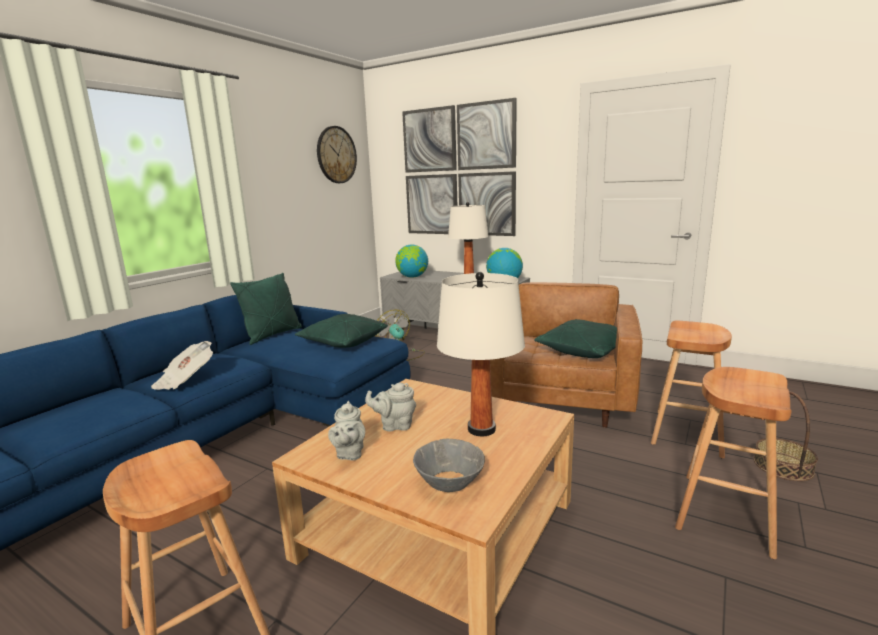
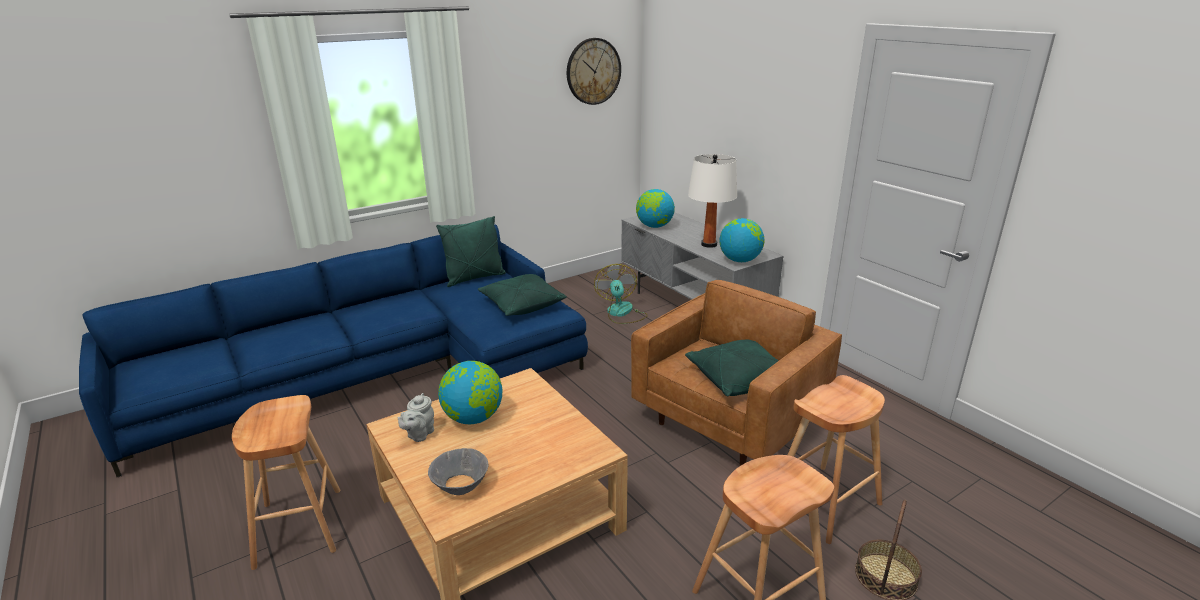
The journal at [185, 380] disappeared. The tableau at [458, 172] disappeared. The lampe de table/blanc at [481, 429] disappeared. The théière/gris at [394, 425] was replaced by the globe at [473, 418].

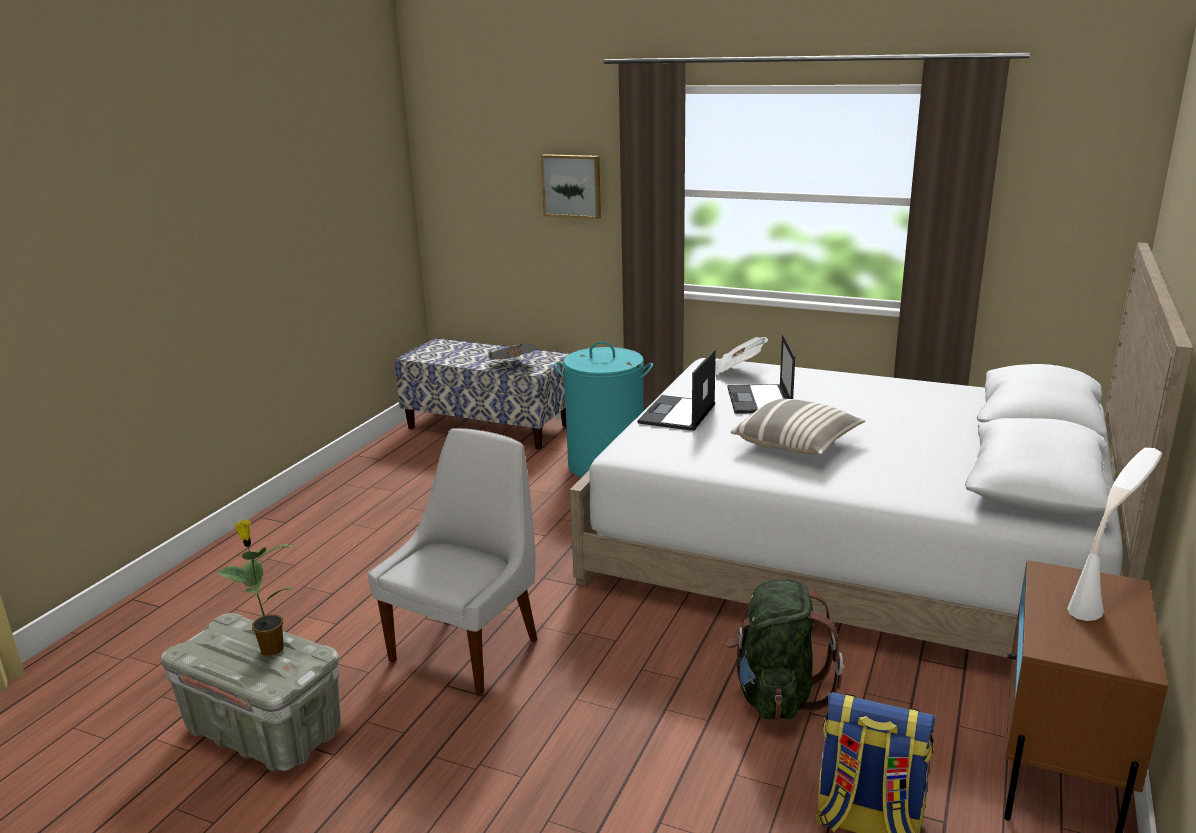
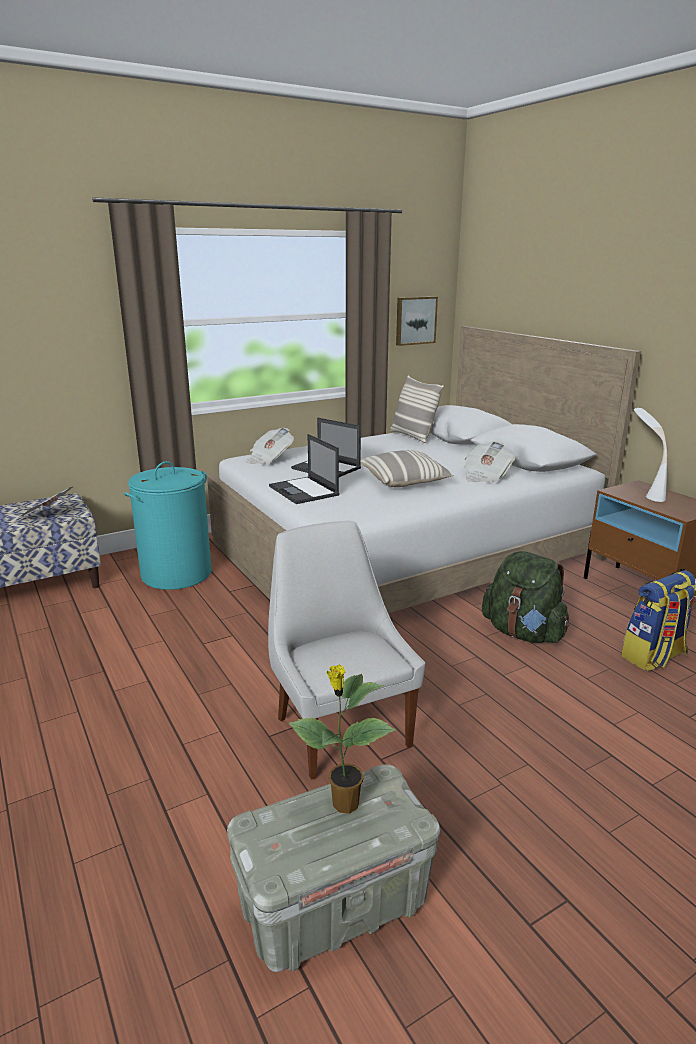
The coussin at [413, 436] appeared. The journal at [485, 476] appeared. The tableau moved from [572, 186] to [415, 320].

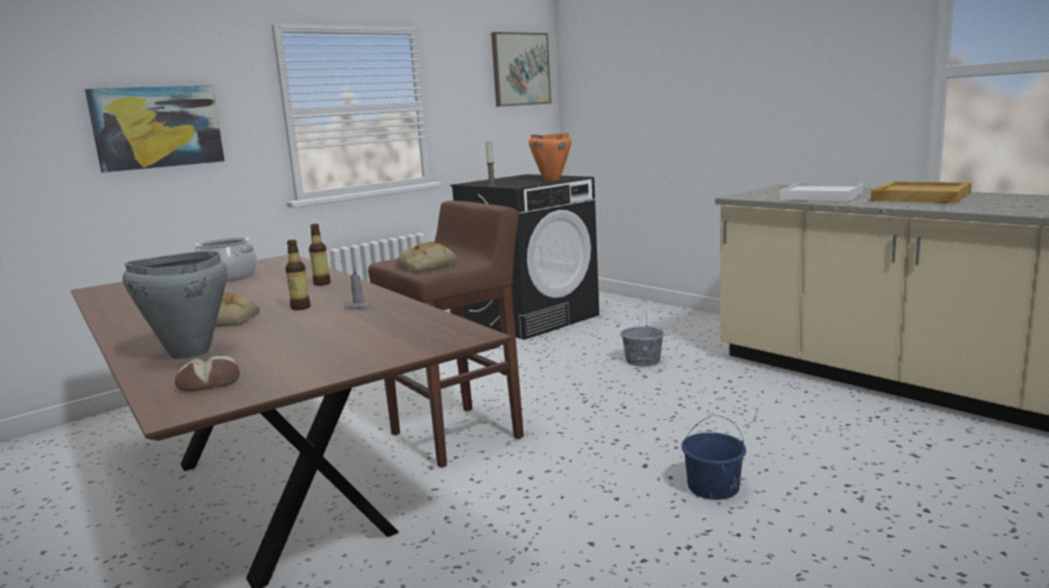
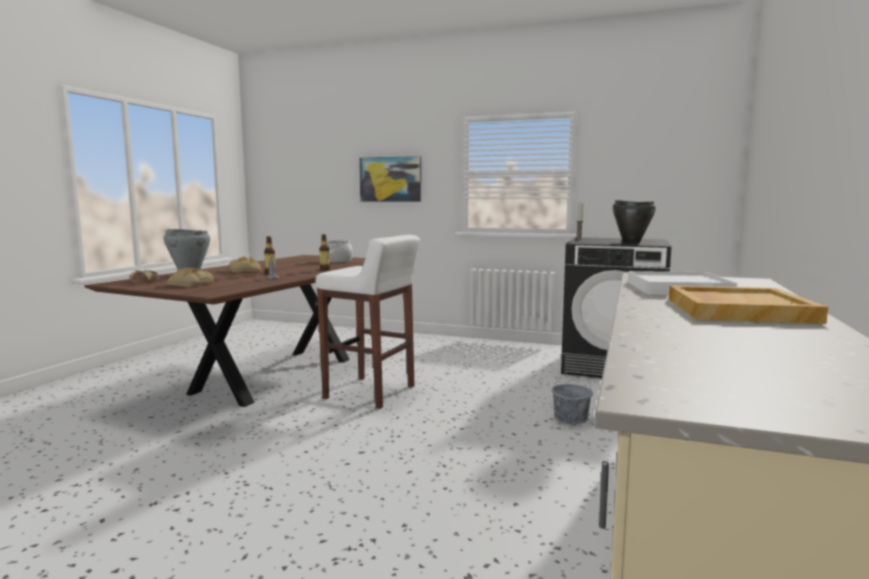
The tableau at [520, 69] disappeared. The seau/bleu at [713, 487] disappeared. The pain moved from [426, 266] to [189, 284]. The tabouret/marron at [458, 435] became the tabouret/blanc at [371, 393]. The marmite/orange at [551, 179] became the marmite/noir at [631, 243].

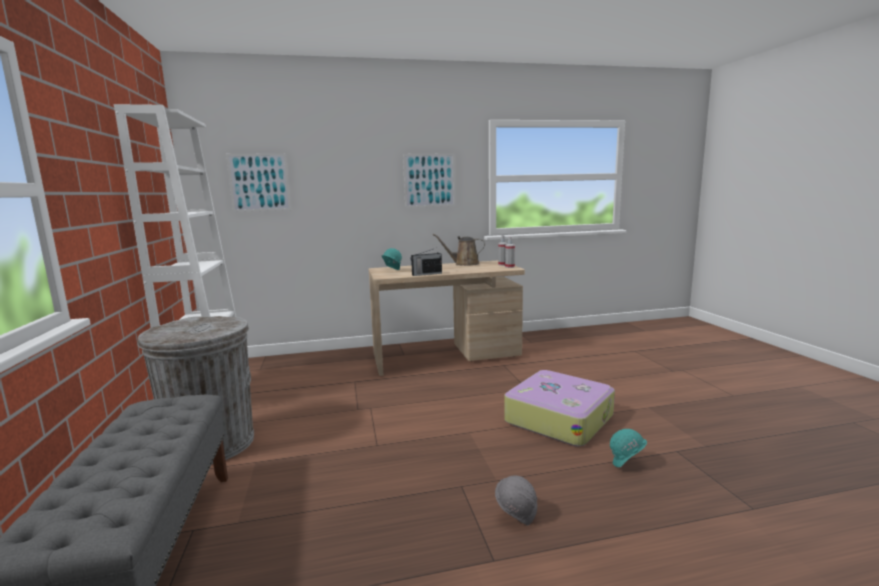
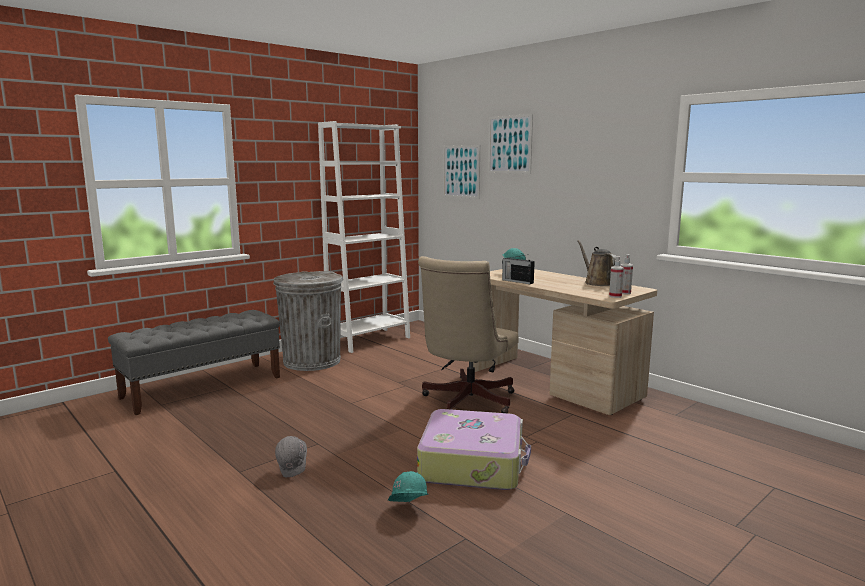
The chaise de bureau/beige at [466, 402] appeared. The tableau moved from [429, 180] to [509, 144].

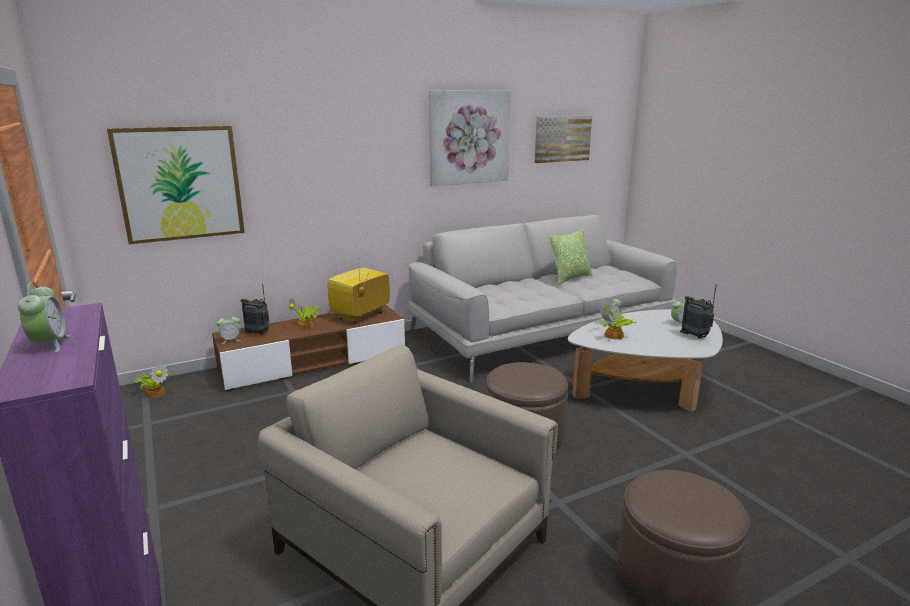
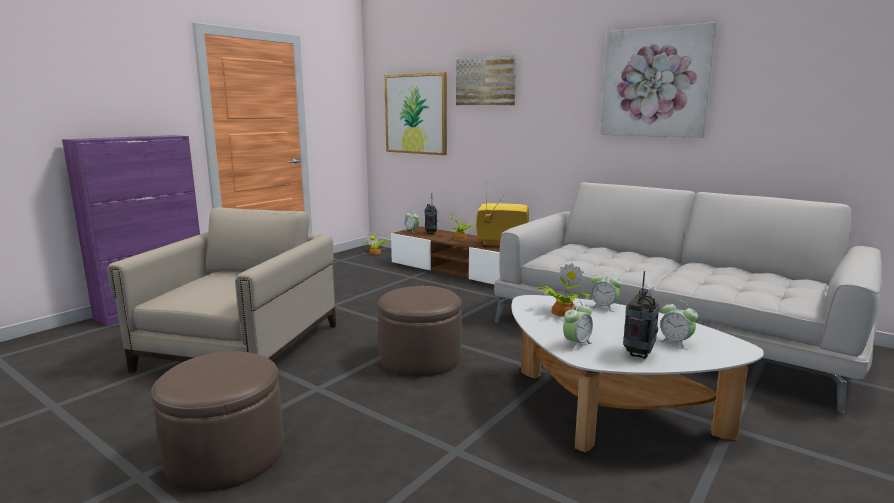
The coussin at [570, 278] disappeared. The réveil moved from [50, 345] to [577, 344]. The tableau moved from [562, 138] to [486, 81].

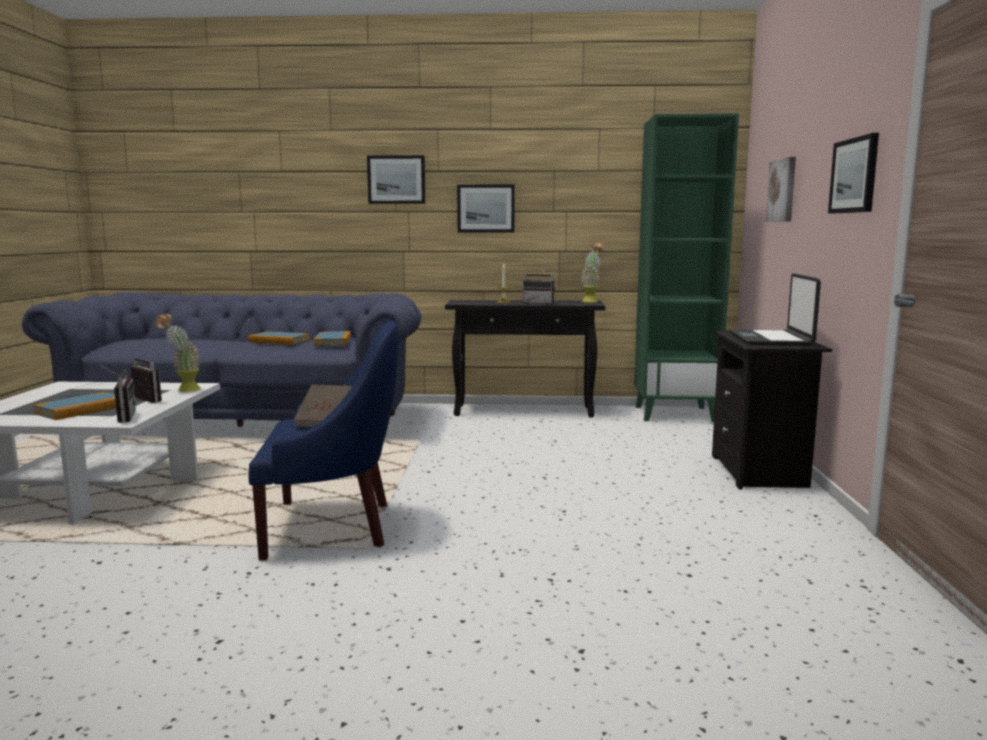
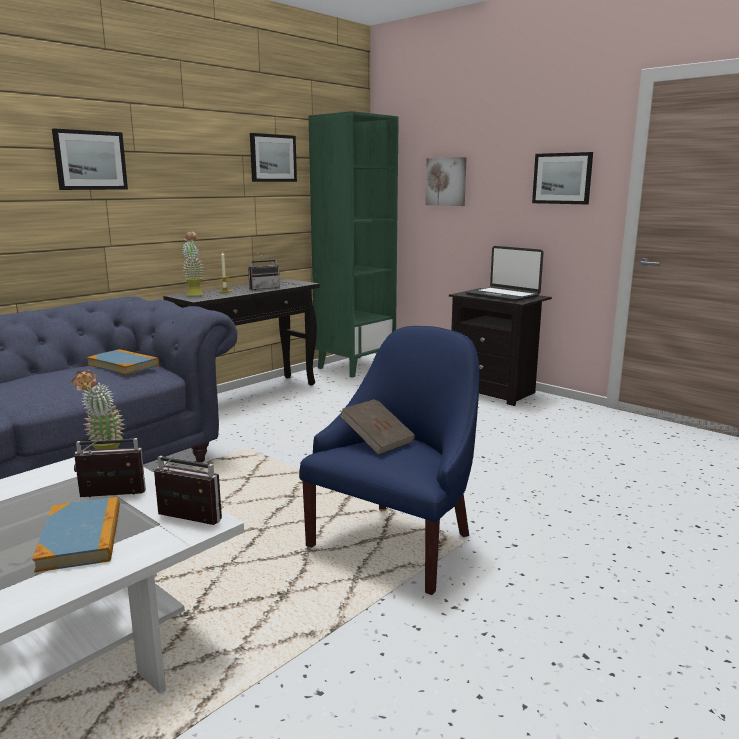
The livre at [279, 341] disappeared. The tableau moved from [486, 208] to [272, 158]. The plante en pot moved from [591, 301] to [194, 293].

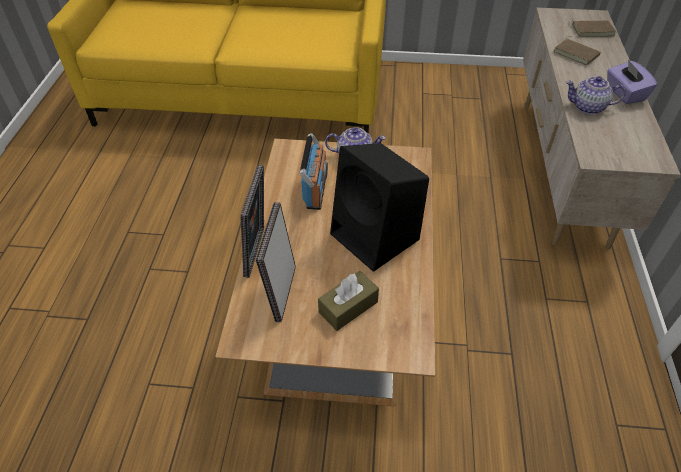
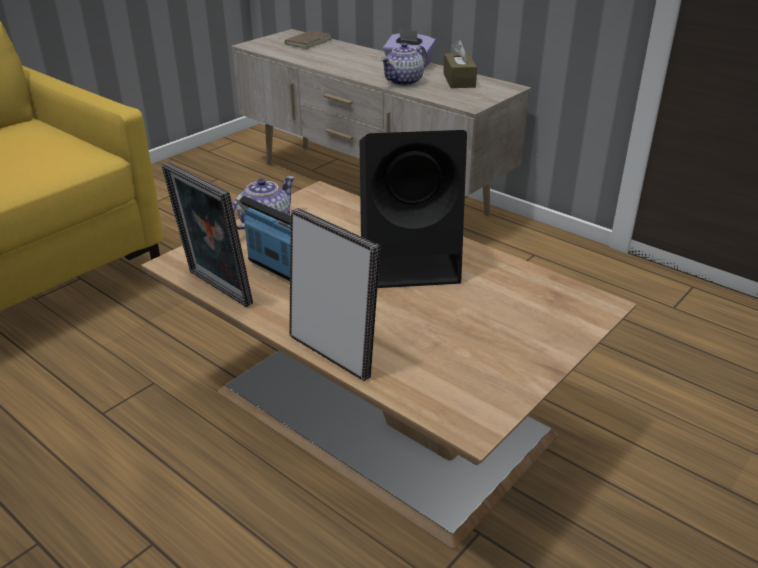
The livre/marron at [576, 53] disappeared. The cadre photo moved from [281, 292] to [215, 290]. The boîte à mouchoirs/marron moved from [348, 307] to [459, 80].

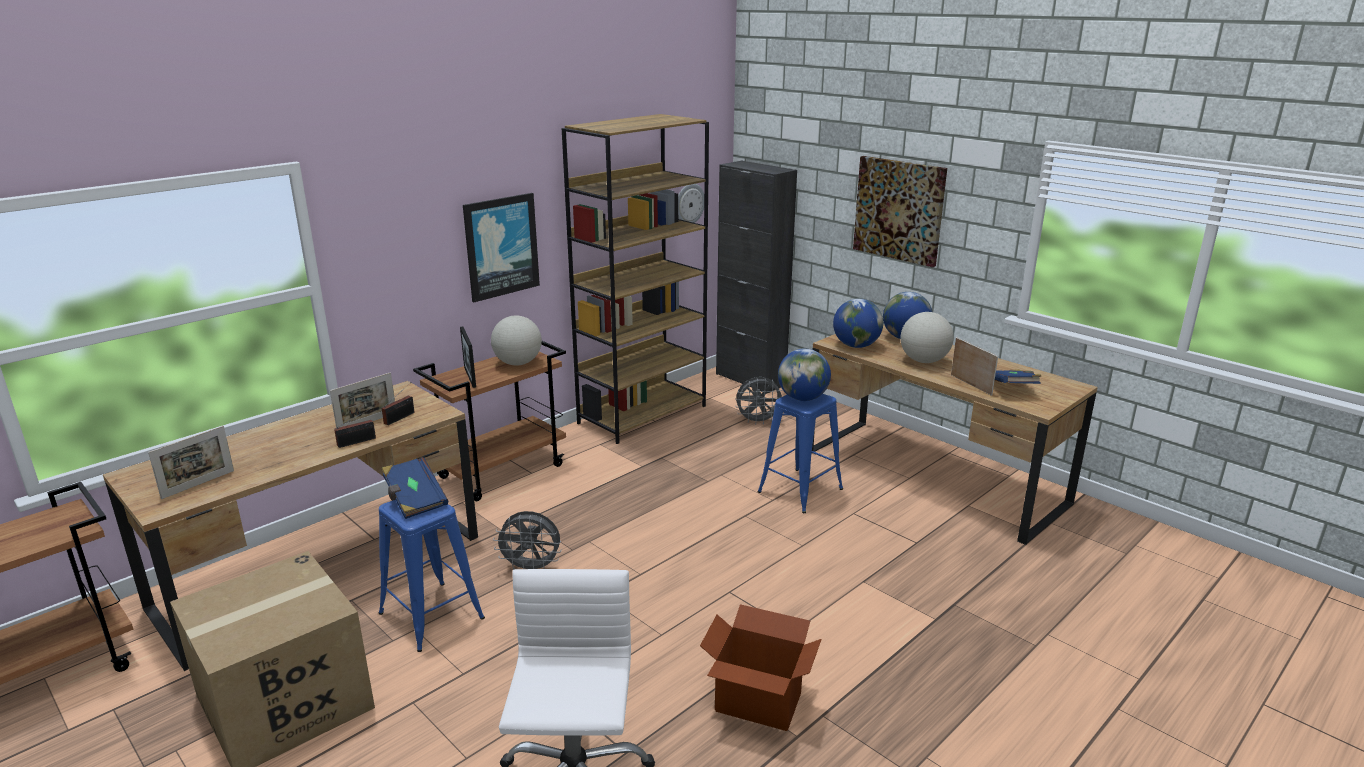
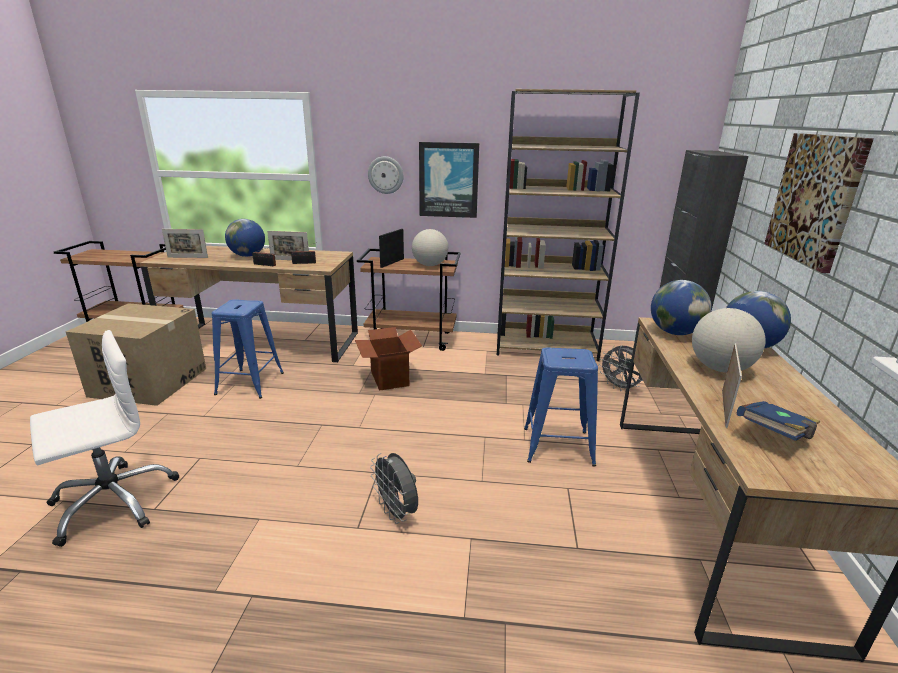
The livre/bleu at [414, 500] disappeared. The ventilateur/gris moved from [531, 568] to [397, 513]. The horloge murale moved from [689, 204] to [385, 175]. The carton moved from [758, 703] to [389, 378]. The globe moved from [802, 398] to [248, 256].

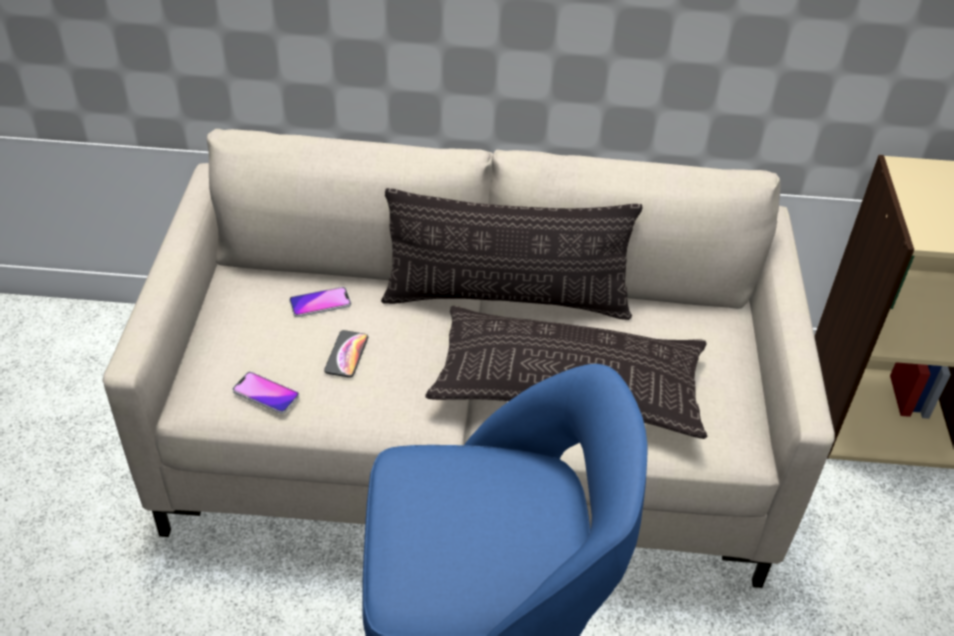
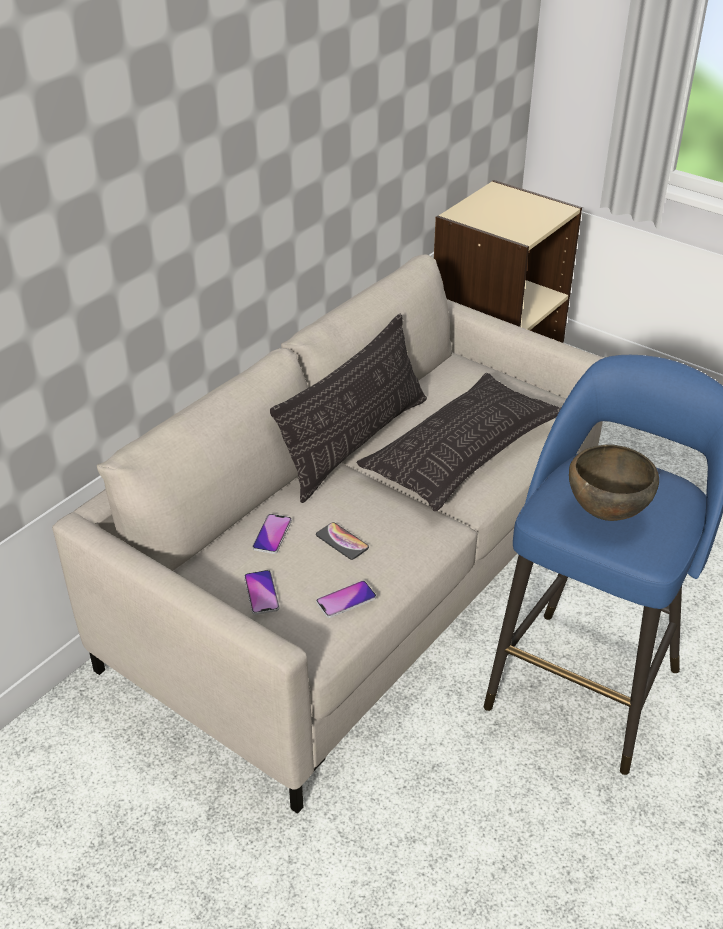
The téléphone at [261, 593] appeared. The bol/marron at [605, 513] appeared.

